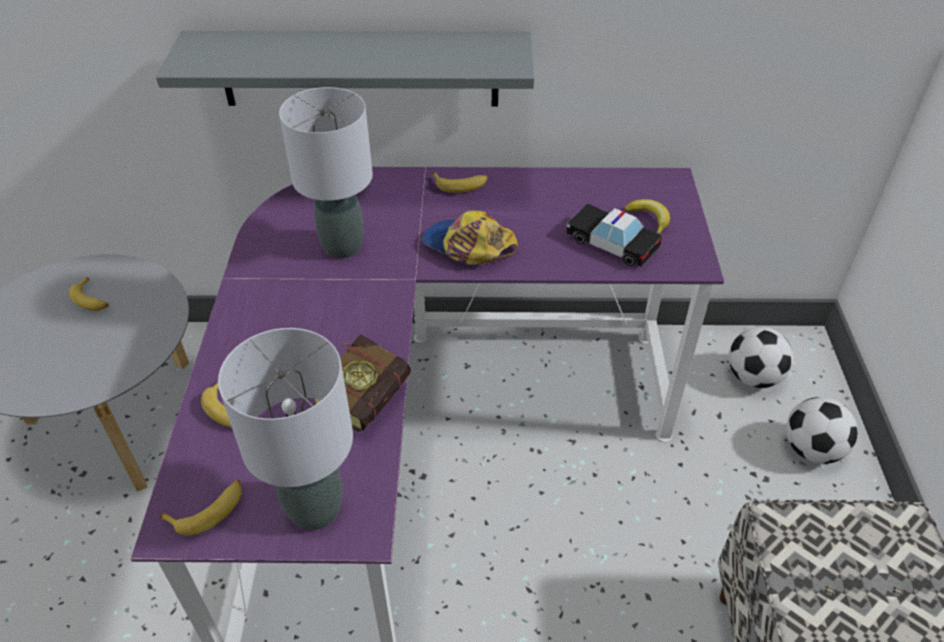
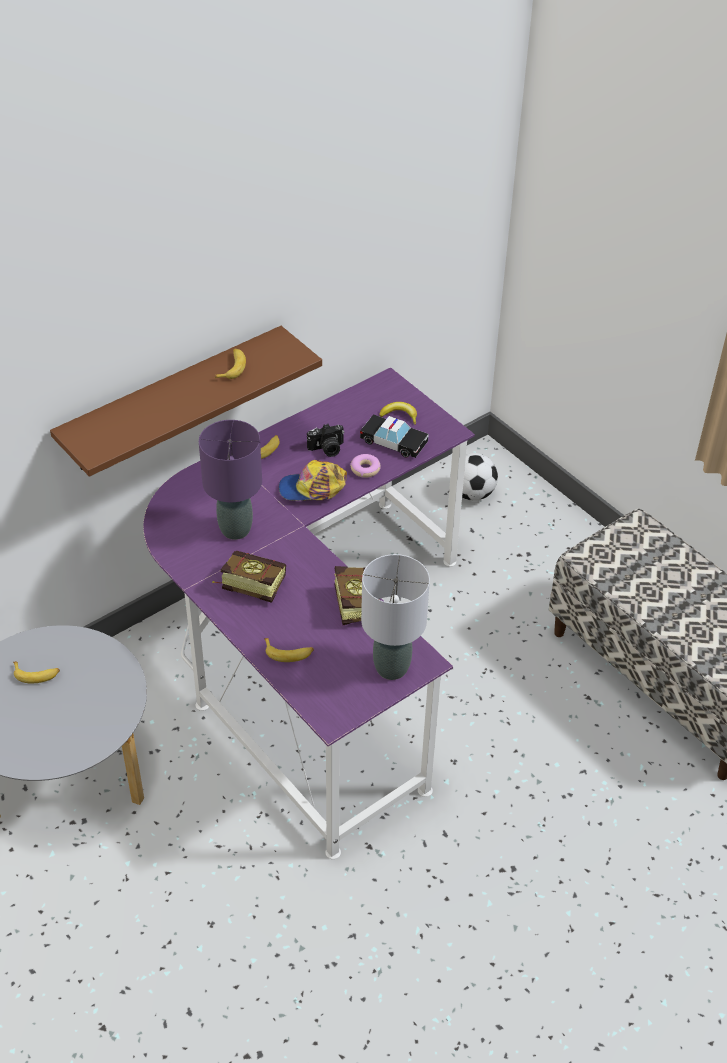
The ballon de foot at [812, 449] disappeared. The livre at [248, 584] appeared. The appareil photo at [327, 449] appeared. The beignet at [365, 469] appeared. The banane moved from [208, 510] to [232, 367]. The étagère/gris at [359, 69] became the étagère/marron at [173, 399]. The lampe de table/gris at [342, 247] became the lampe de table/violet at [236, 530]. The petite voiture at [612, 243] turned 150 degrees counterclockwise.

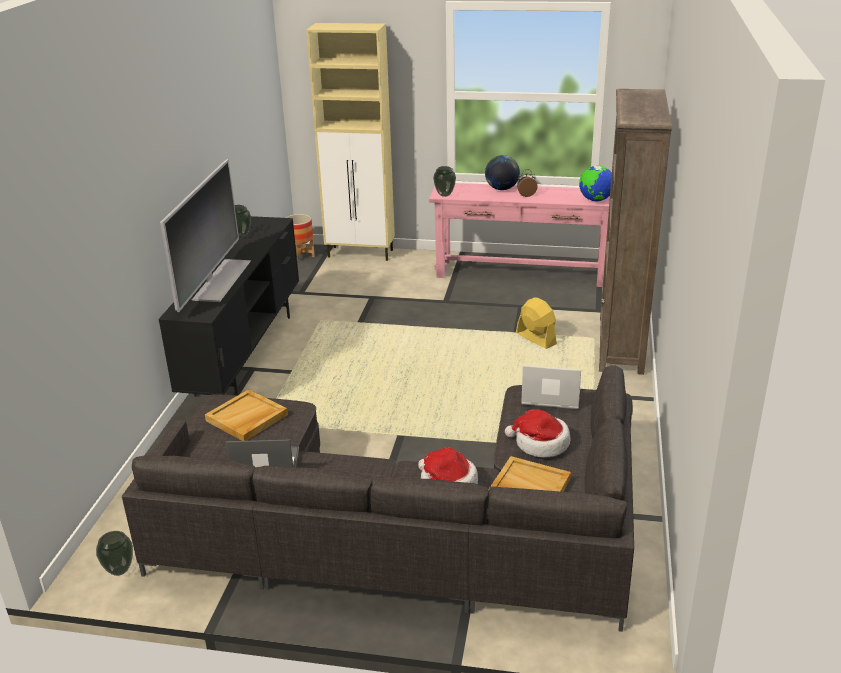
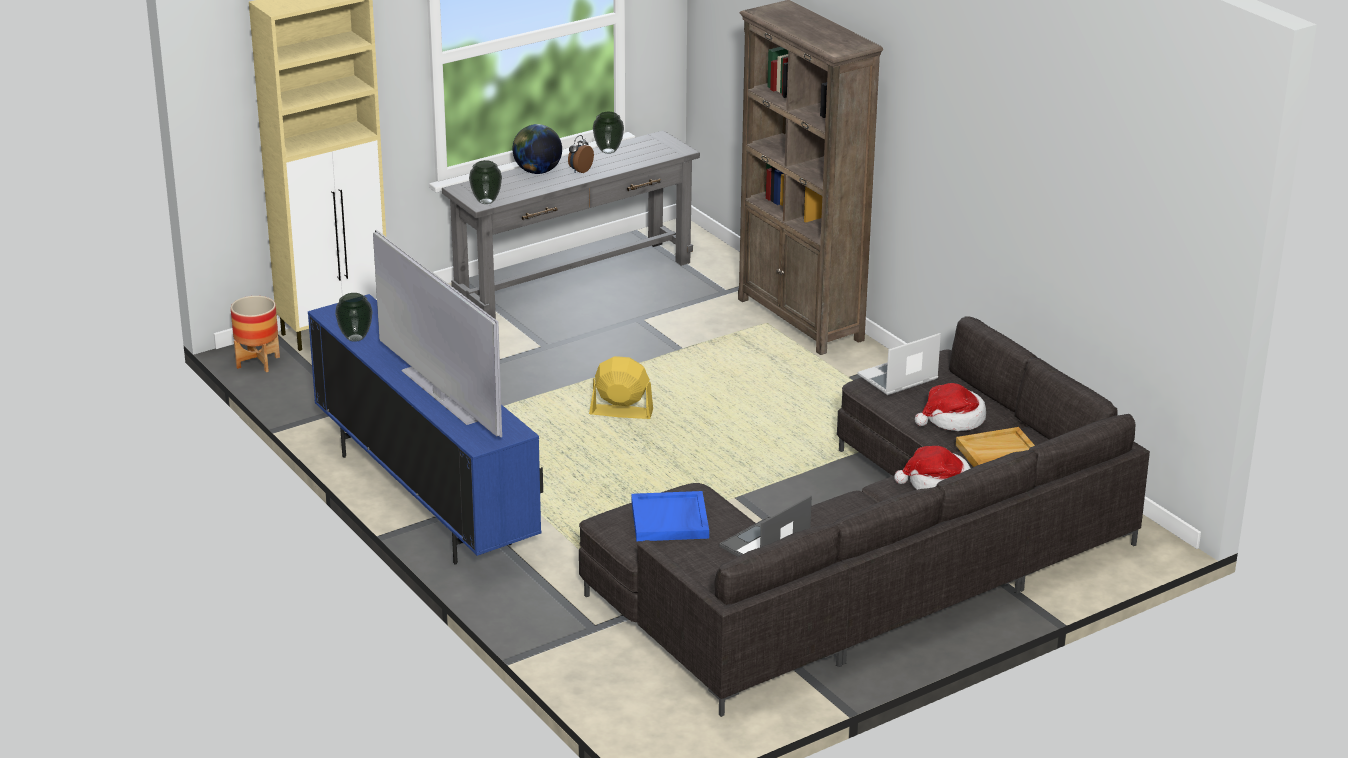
The globe at [595, 200] disappeared. The vase moved from [119, 570] to [608, 151]. The ventilateur/jaune moved from [535, 339] to [621, 412]. The meuble télé/noir at [245, 354] became the meuble télé/bleu at [423, 498]. The plateau/beige at [246, 418] became the plateau/bleu at [670, 520]. The table console/rose at [521, 273] became the table console/gris at [574, 280].

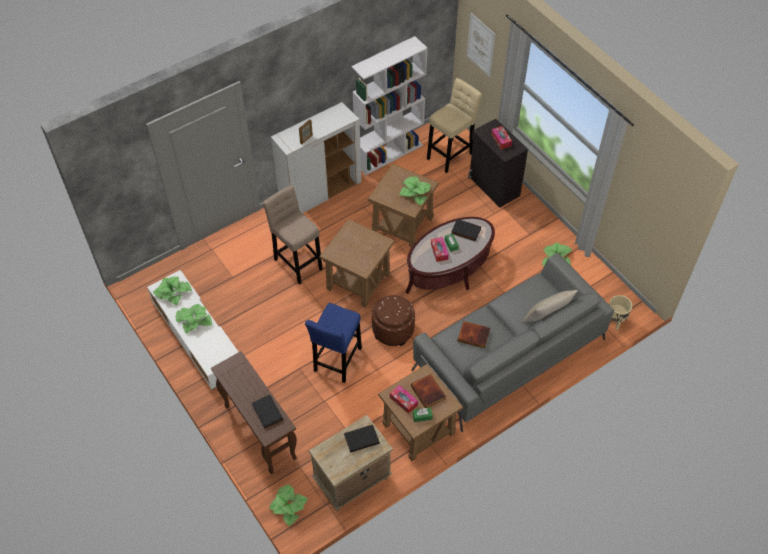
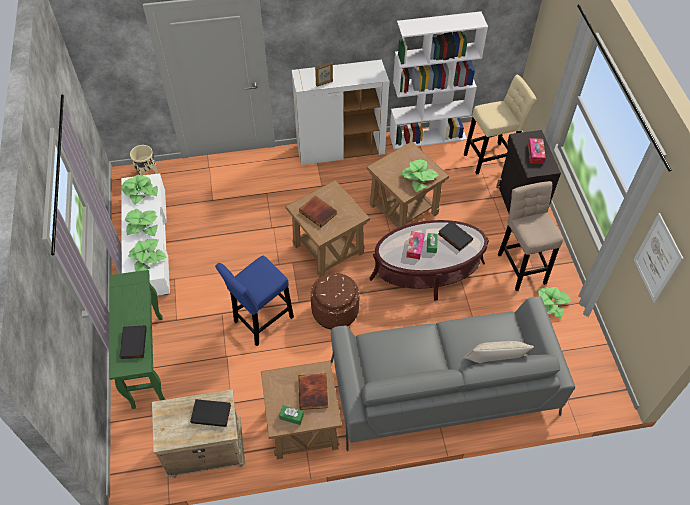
The boîte à mouchoirs at [403, 401] disappeared. The tabouret/beige moved from [297, 262] to [521, 266]. The plante en pot moved from [288, 506] to [147, 257]. The livre moved from [474, 335] to [319, 212]. The tableau moved from [481, 45] to [657, 258]. The cache-pot/beige moved from [614, 321] to [147, 174]. The table console/marron at [259, 431] became the table console/vert at [147, 360].

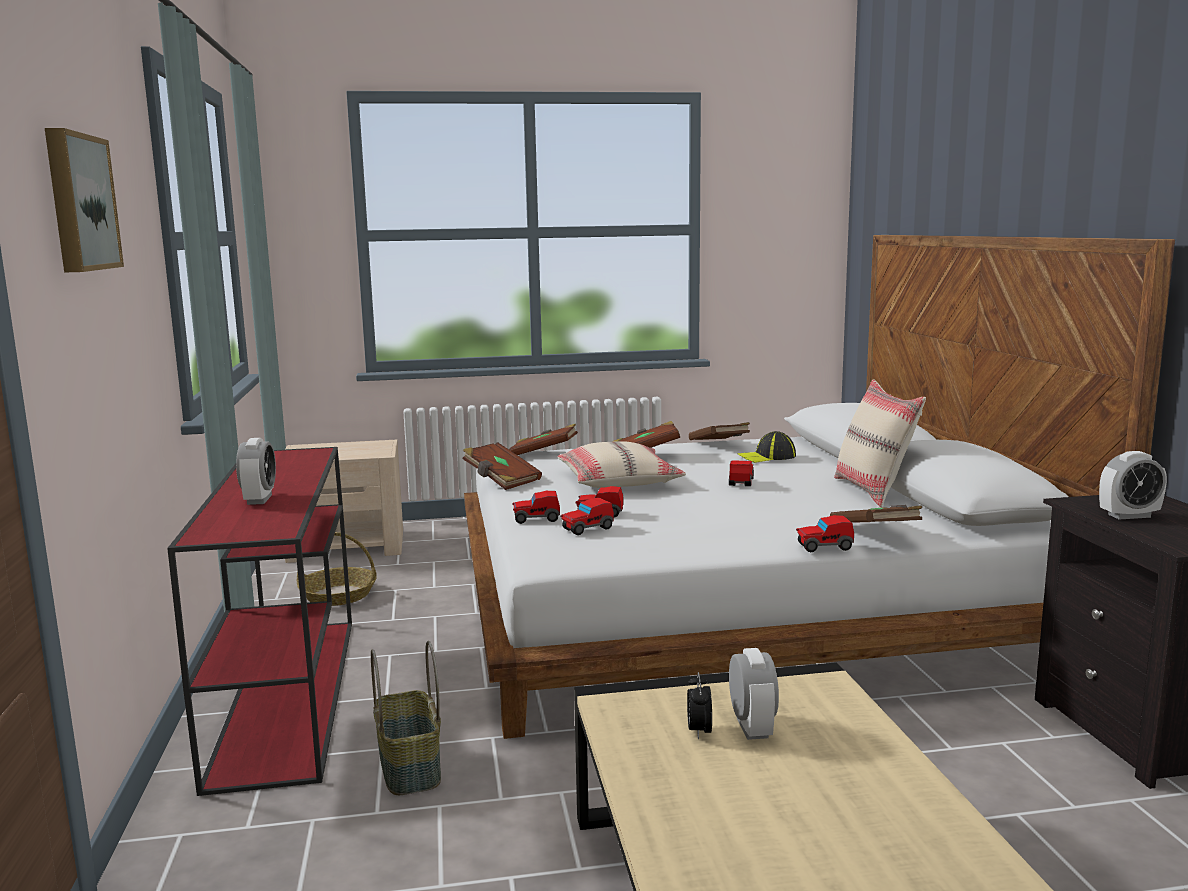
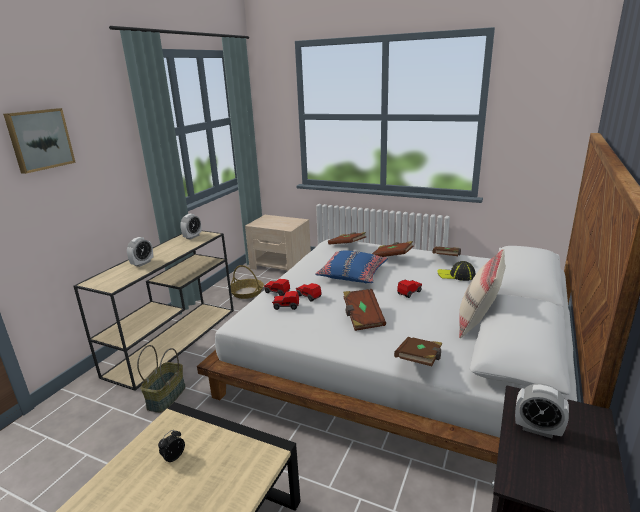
The petite voiture at [824, 547] disappeared. The livre/marron moved from [501, 480] to [362, 318]. The réveil moved from [752, 728] to [192, 237]. The table console/rouge at [287, 693] became the table console/beige at [174, 340]. The coussin/beige at [619, 481] became the coussin/bleu at [352, 274].

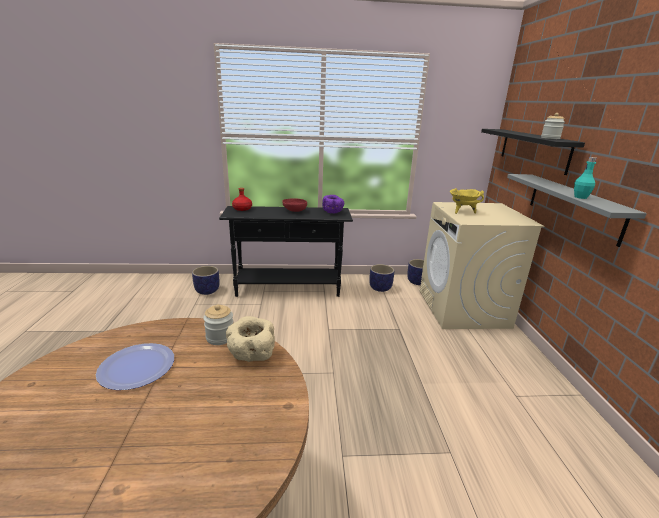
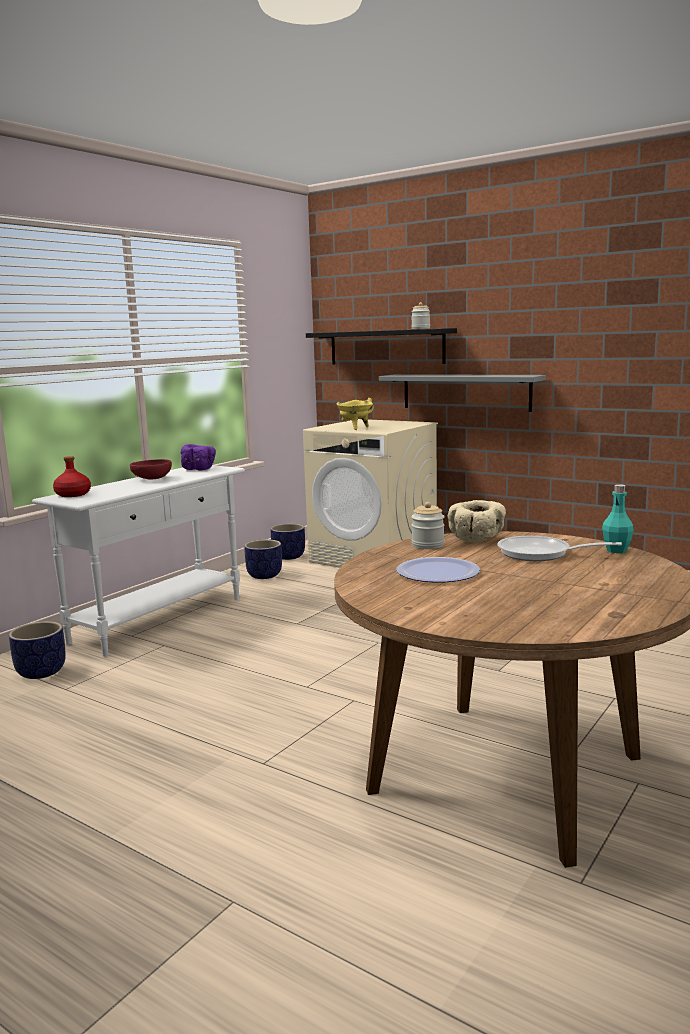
The poêle at [540, 554] appeared. The bouteille/turquoise moved from [580, 197] to [616, 550]. The table console/noir at [288, 289] became the table console/blanc at [159, 620].

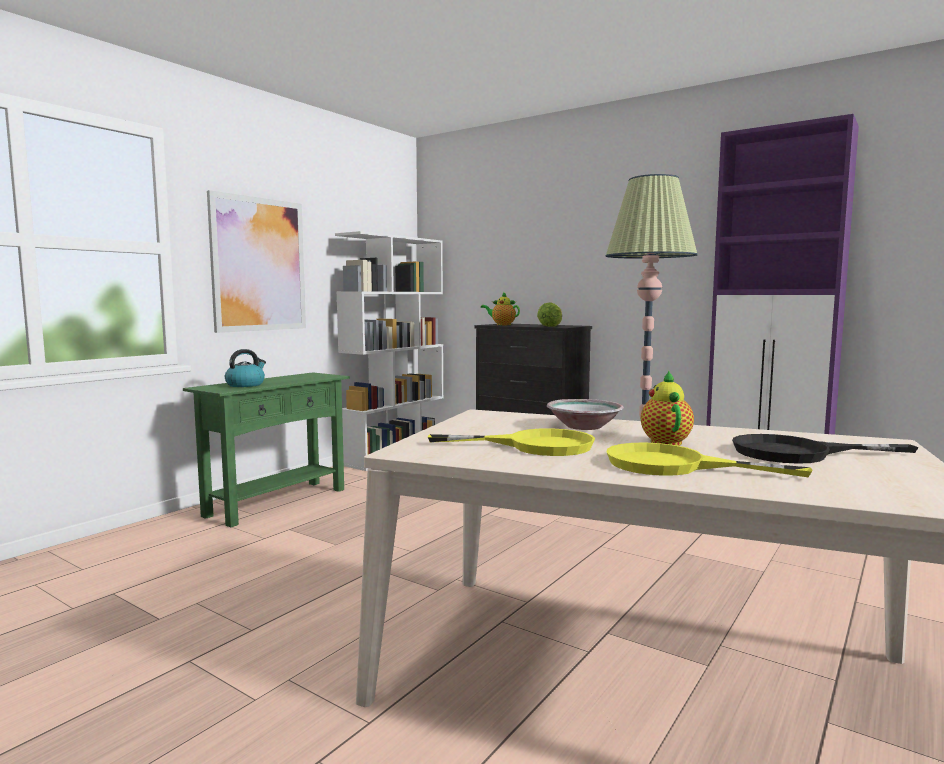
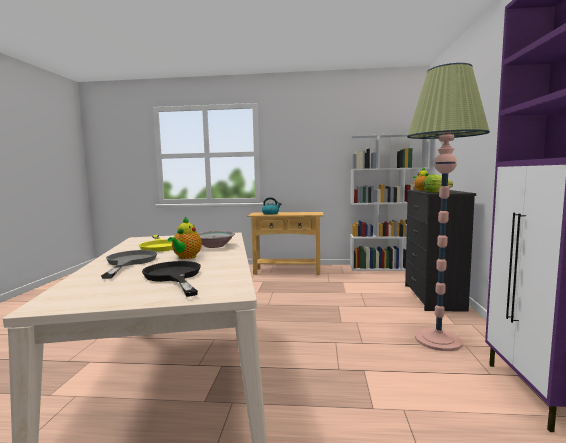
The tableau at [259, 264] disappeared. The table console/vert at [277, 502] became the table console/beige at [287, 271]. The poêle/jaune at [674, 465] became the poêle/gris at [129, 262]. The théière at [664, 442] turned 135 degrees clockwise.

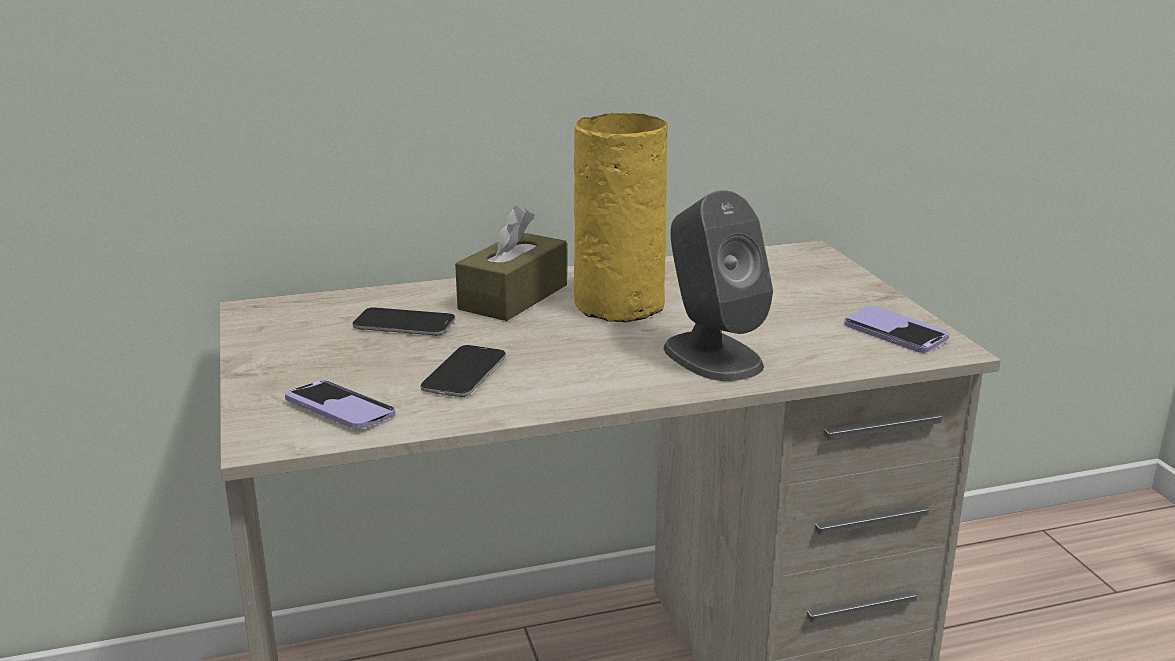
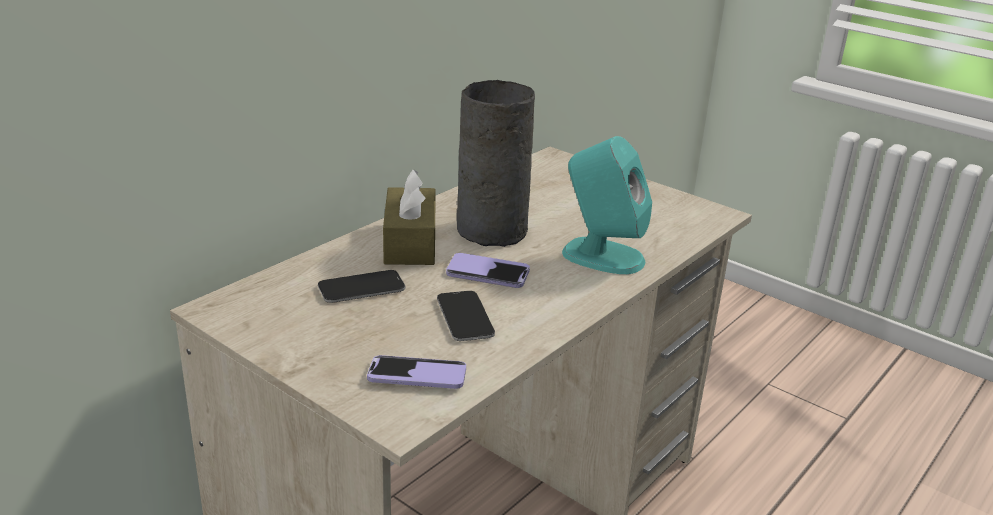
The téléphone moved from [895, 332] to [487, 273]. The vase/jaune at [621, 304] became the vase/gris at [492, 229]. The enceinte/gris at [711, 356] became the enceinte/turquoise at [602, 256].

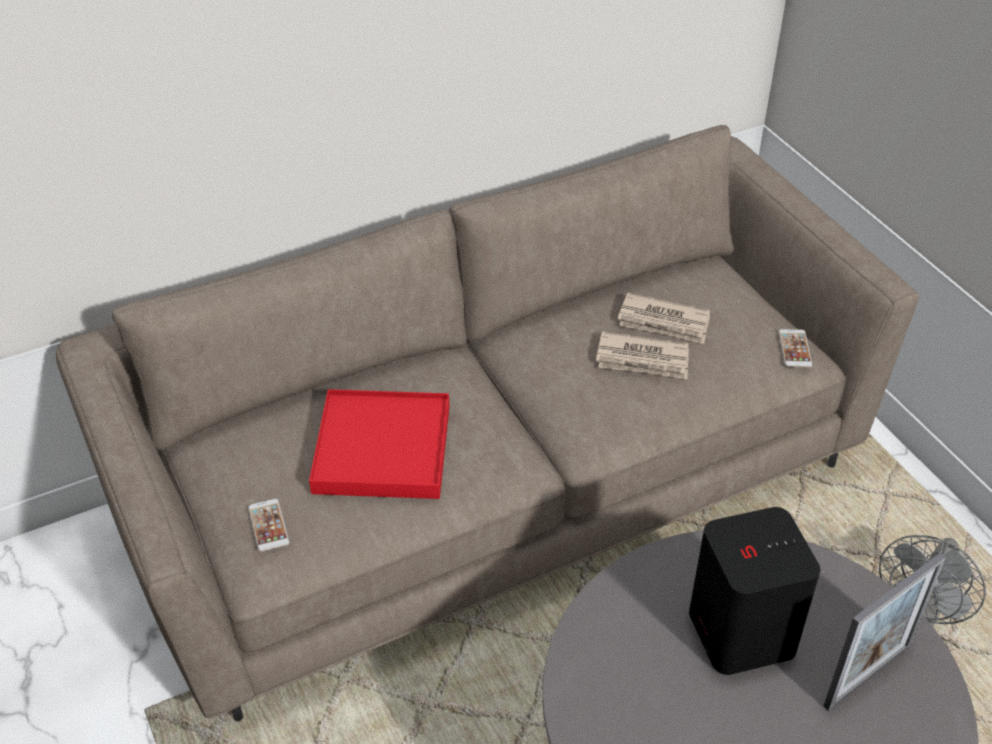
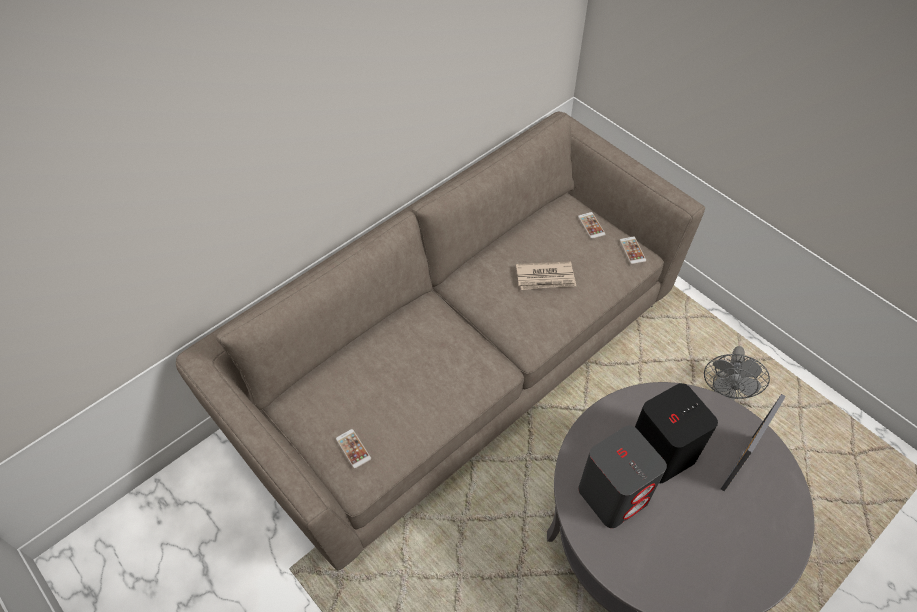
The plateau/rouge at [383, 449] disappeared. The journal at [664, 322] disappeared. The téléphone at [591, 225] appeared. The enceinte/gris at [613, 494] appeared.

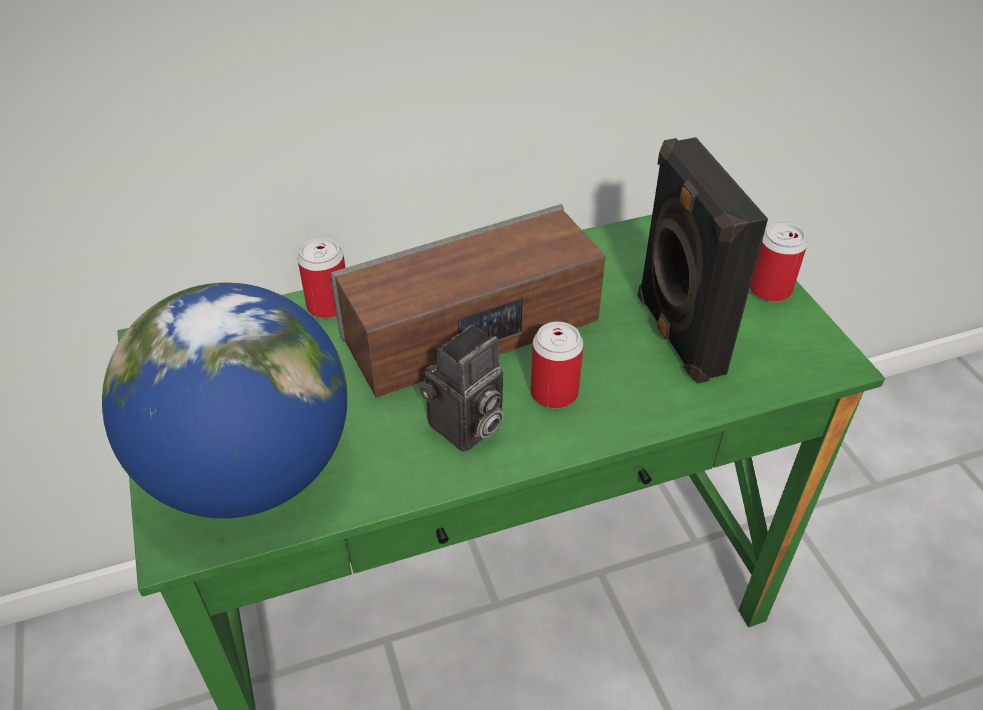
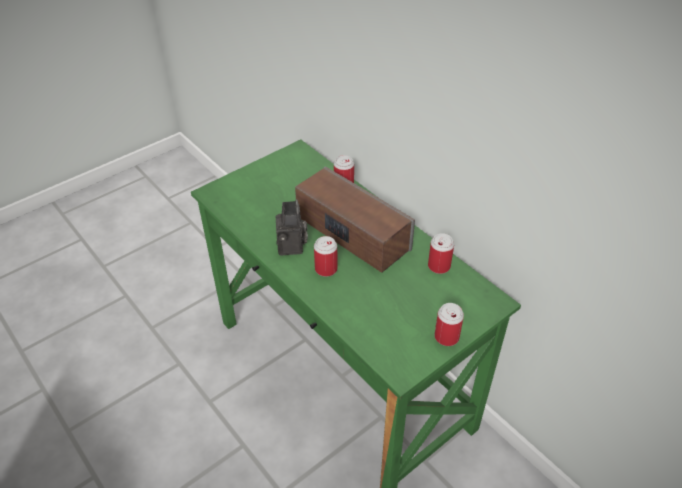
The globe at [251, 472] disappeared. The enceinte/noir at [676, 335] disappeared. The boîte métallique at [439, 266] appeared. The appareil photo at [465, 428] turned 120 degrees counterclockwise.

